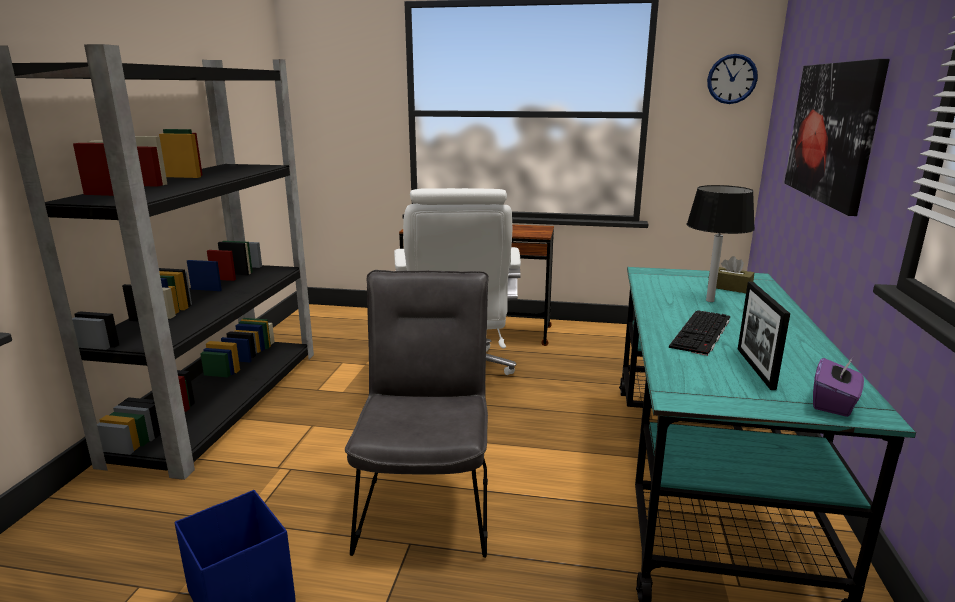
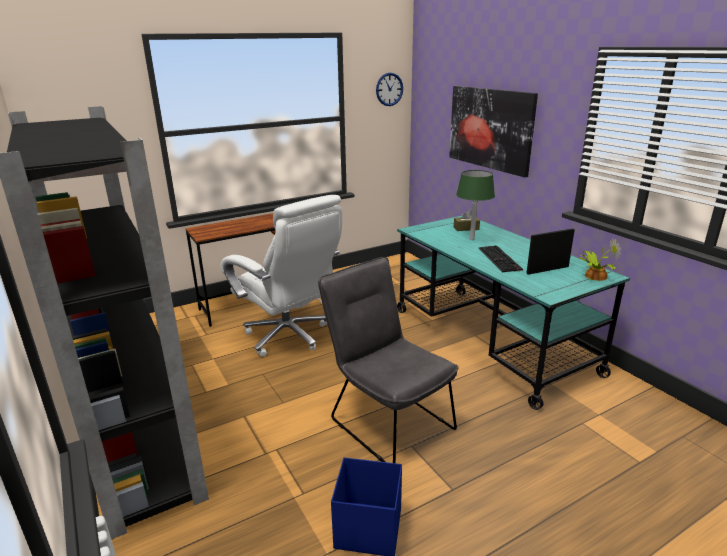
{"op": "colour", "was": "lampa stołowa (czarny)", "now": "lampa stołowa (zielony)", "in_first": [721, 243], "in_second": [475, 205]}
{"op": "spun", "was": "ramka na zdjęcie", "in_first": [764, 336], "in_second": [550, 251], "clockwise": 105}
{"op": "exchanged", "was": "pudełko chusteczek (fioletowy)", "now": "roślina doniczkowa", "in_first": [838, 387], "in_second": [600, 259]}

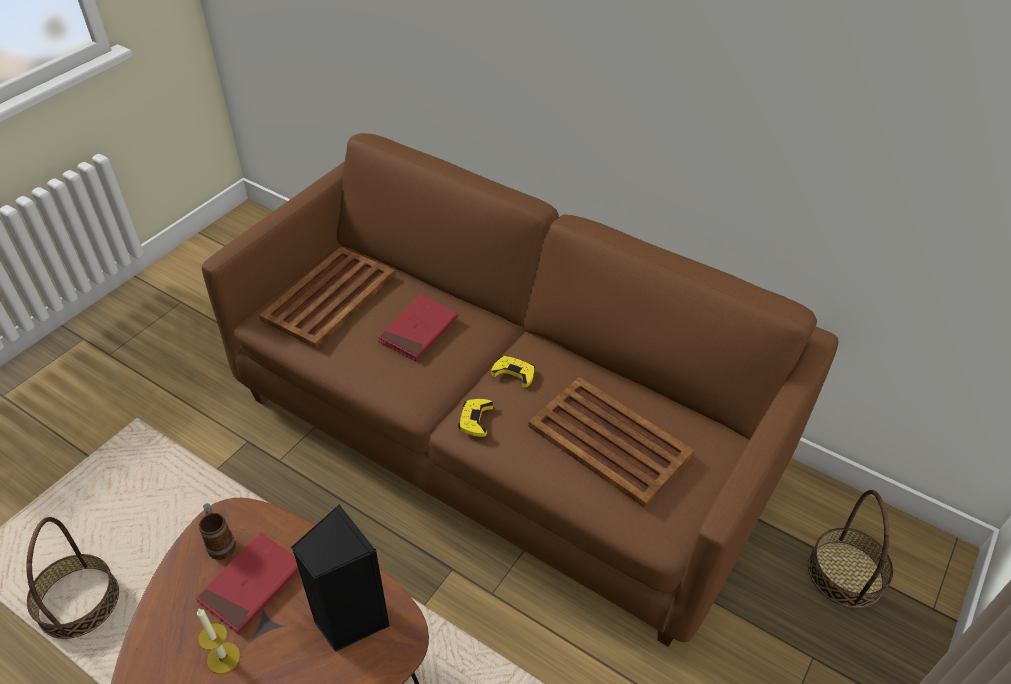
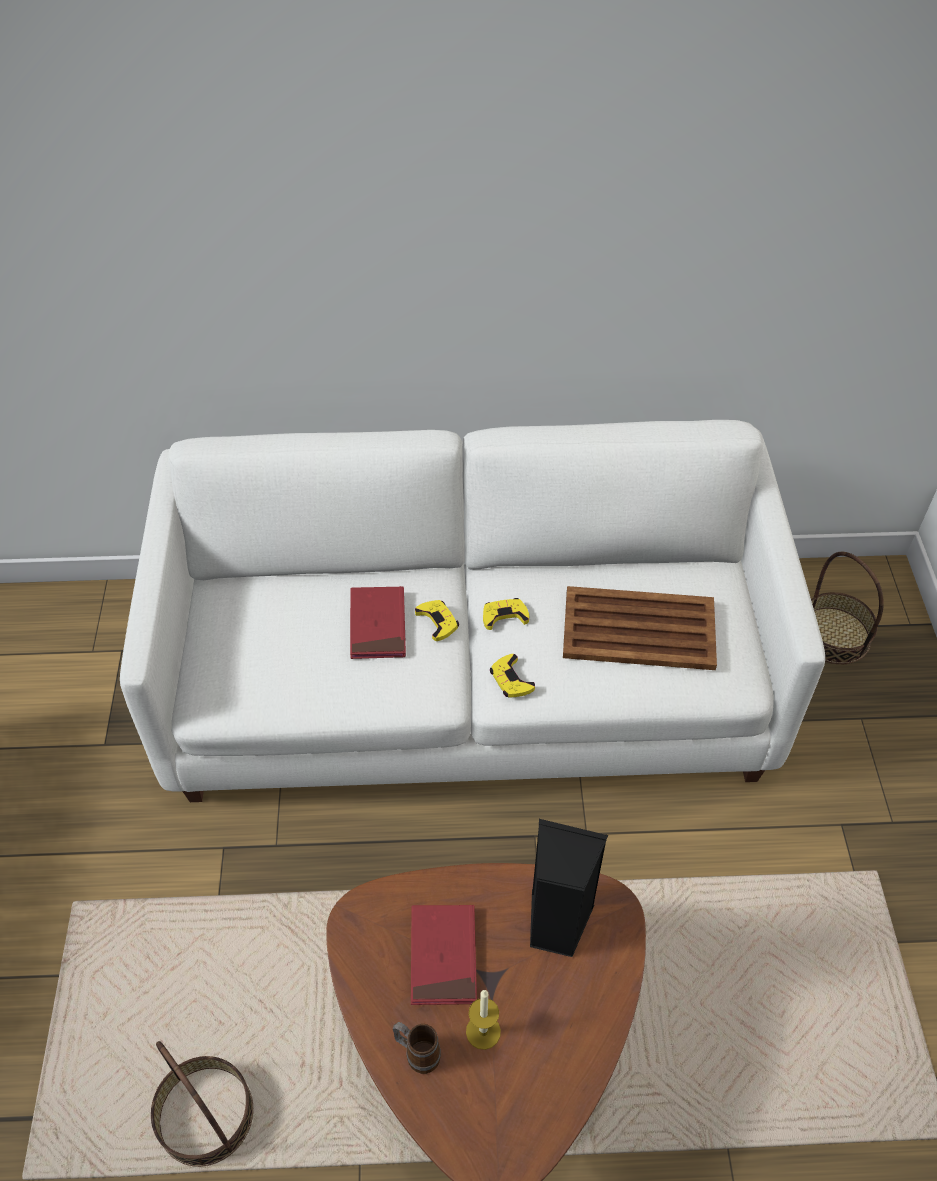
{"op": "relocated", "was": "kubek", "in_first": [217, 532], "in_second": [417, 1048]}
{"op": "colour", "was": "kanapa (brązowy)", "now": "kanapa (biały)", "in_first": [520, 390], "in_second": [472, 611]}
{"op": "missing", "was": "taca (brązowy)", "in_first": [327, 297]}
{"op": "appeared", "now": "pad do gier (żółty)", "in_second": [437, 620]}

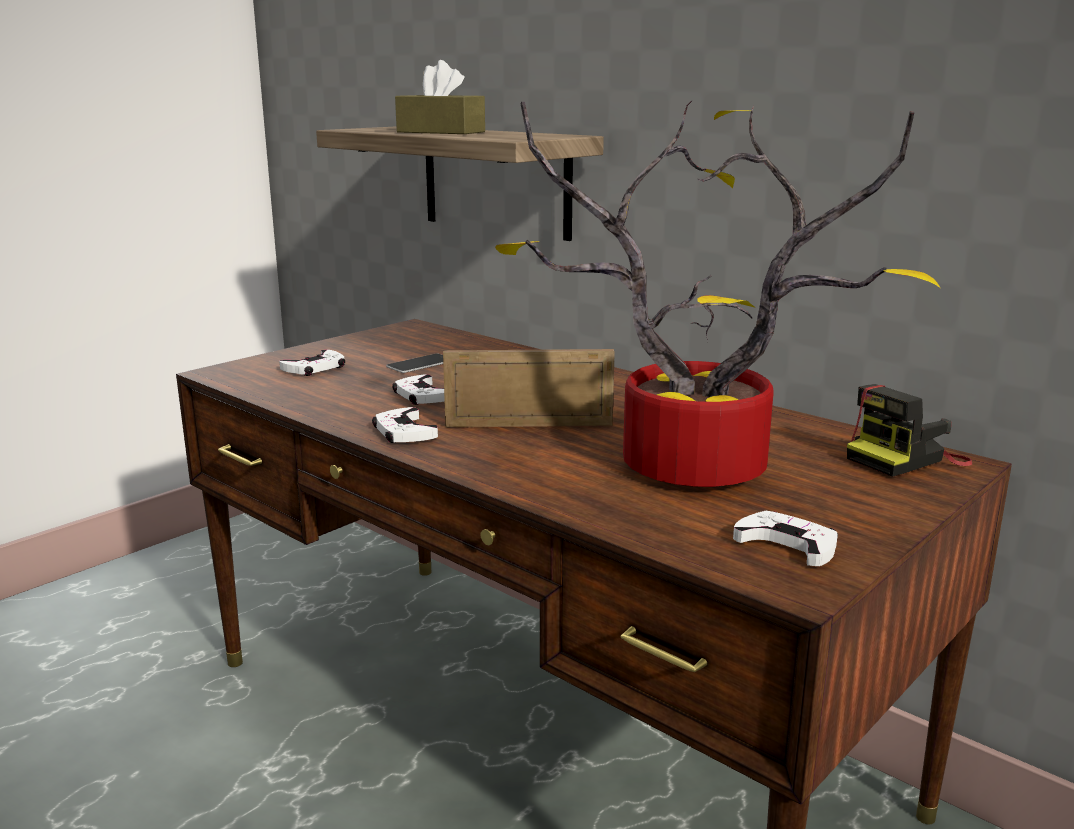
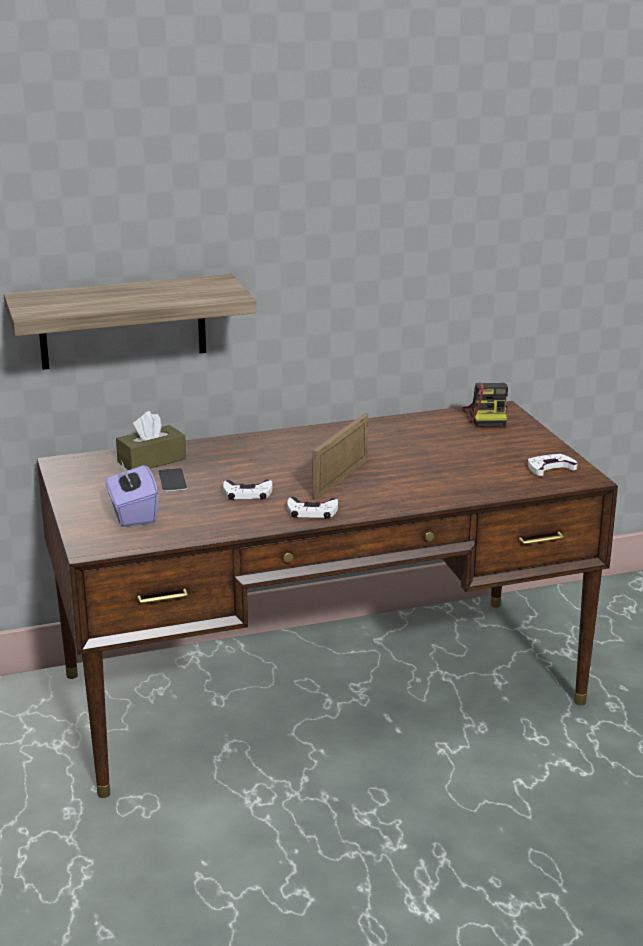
{"op": "exchanged", "was": "pad do gier (biały)", "now": "pudełko chusteczek (fioletowy)", "in_first": [312, 363], "in_second": [132, 493]}
{"op": "relocated", "was": "pudełko chusteczek (brązowy)", "in_first": [440, 97], "in_second": [151, 440]}
{"op": "missing", "was": "roślina doniczkowa", "in_first": [717, 294]}

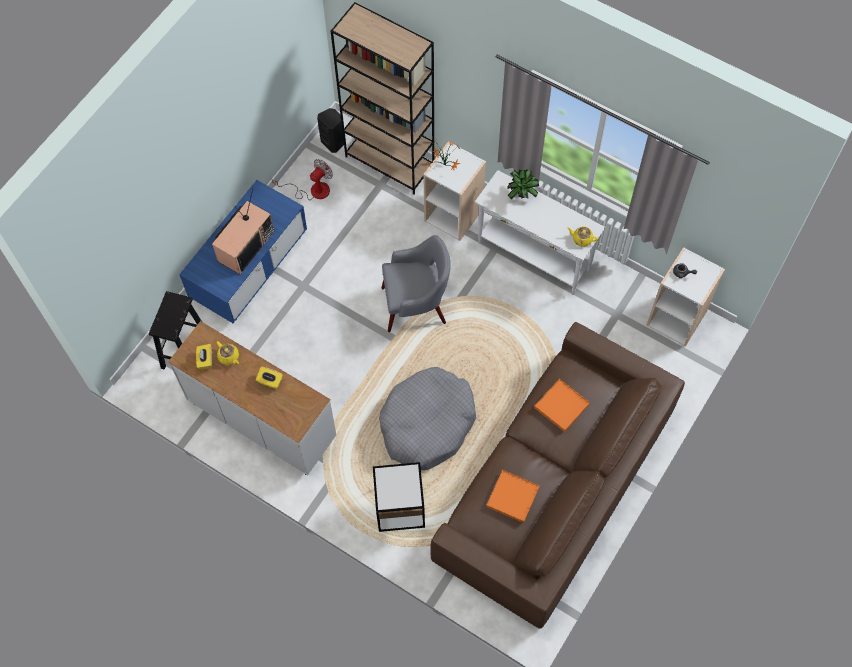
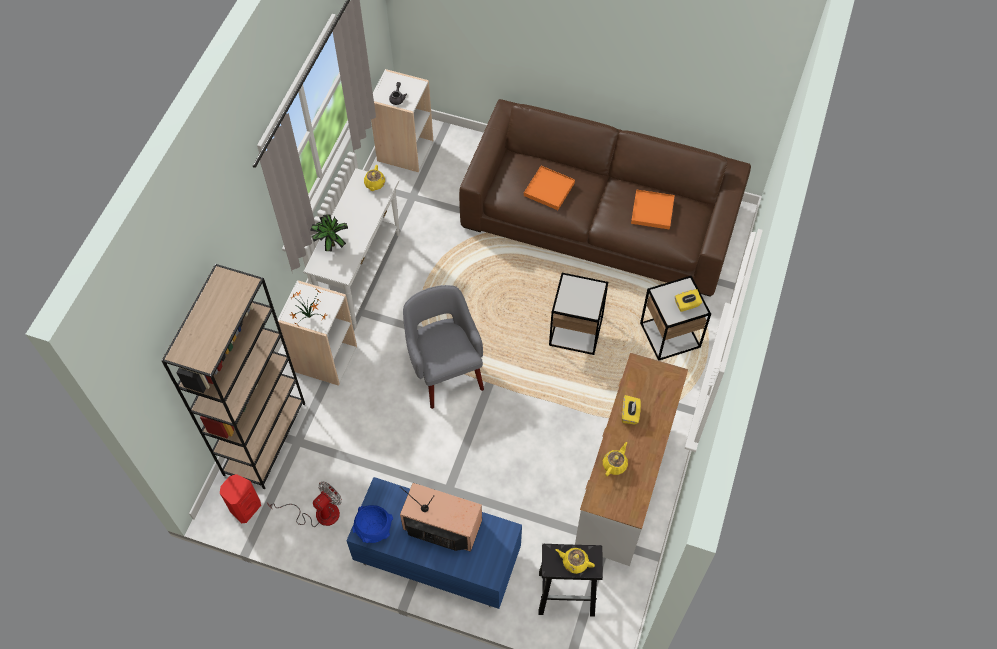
{"op": "relocated", "was": "pudełko chusteczek (żółty)", "in_first": [204, 356], "in_second": [688, 300]}
{"op": "spun", "was": "wentylator", "in_first": [302, 179], "in_second": [304, 504], "clockwise": 105}
{"op": "colour", "was": "głośnik (czarny)", "now": "głośnik (czerwony)", "in_first": [330, 130], "in_second": [240, 498]}
{"op": "exchanged", "was": "legowisko (szary)", "now": "stolik", "in_first": [427, 418], "in_second": [578, 314]}
{"op": "appeared", "now": "miska (niebieski)", "in_second": [372, 524]}
{"op": "appeared", "now": "imbryk (żółty)", "in_second": [575, 561]}

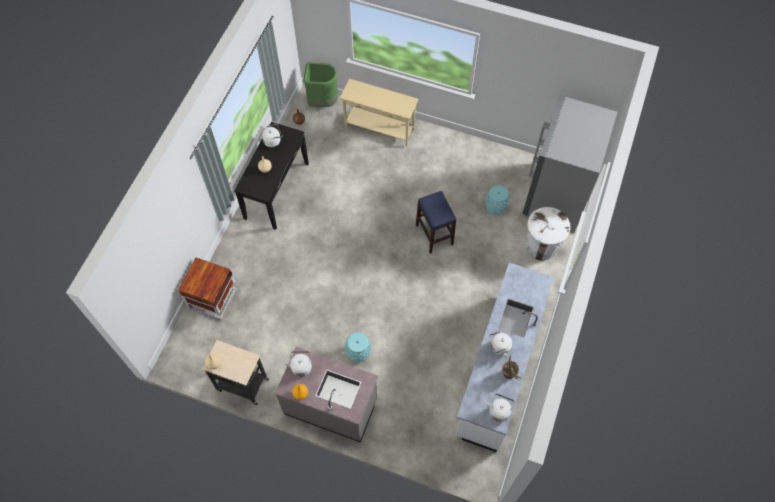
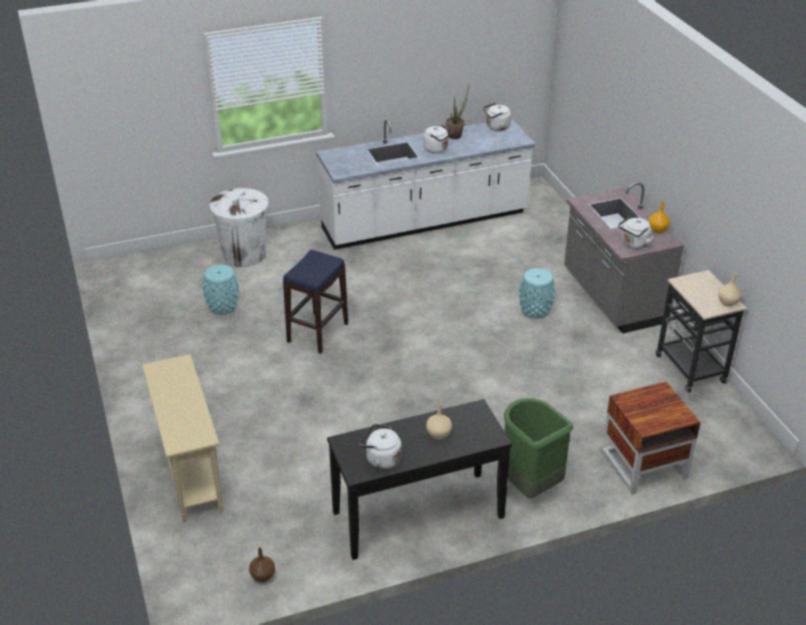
{"op": "relocated", "was": "kosz na śmieci (zielony)", "in_first": [320, 84], "in_second": [538, 448]}
{"op": "missing", "was": "lodówka (szary)", "in_first": [569, 164]}

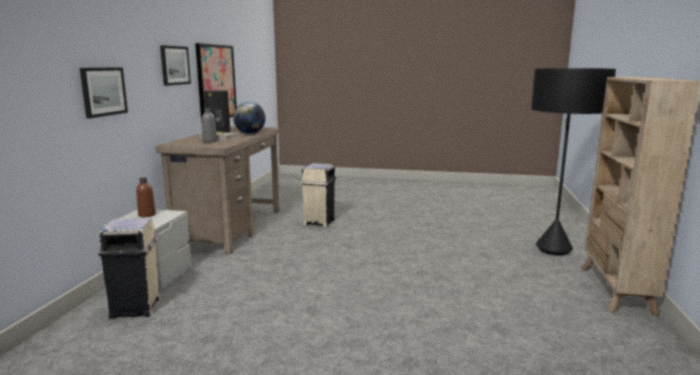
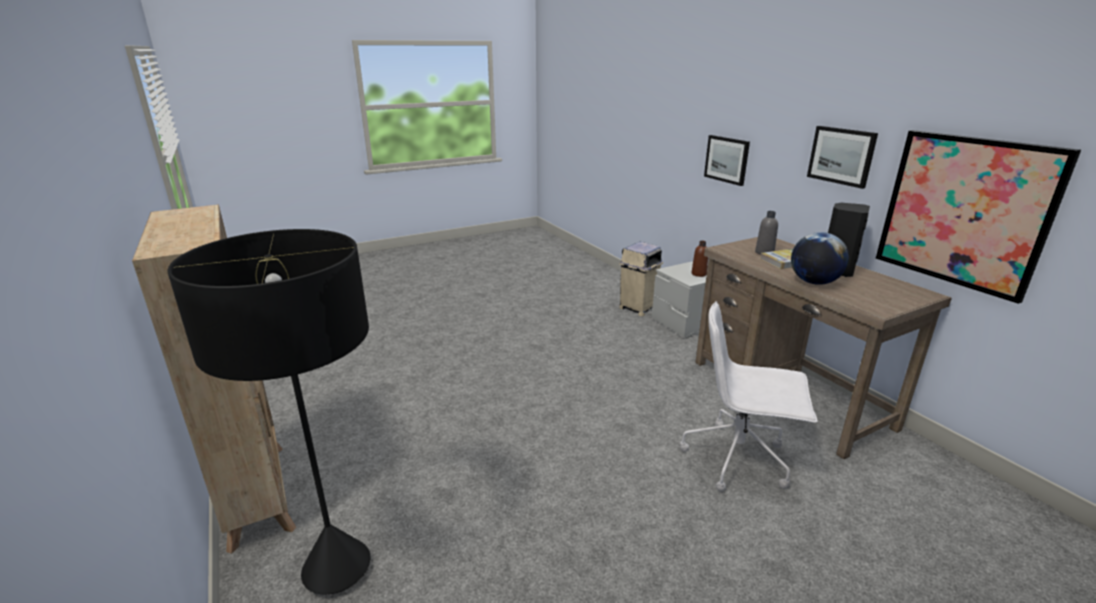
{"op": "exchanged", "was": "kosz na śmieci (beżowy)", "now": "krzesło biurowe (biały)", "in_first": [318, 195], "in_second": [749, 396]}

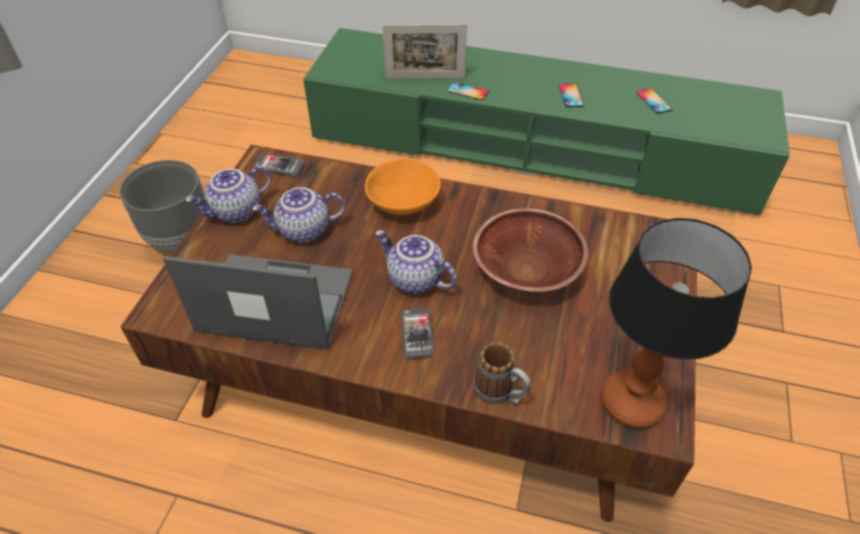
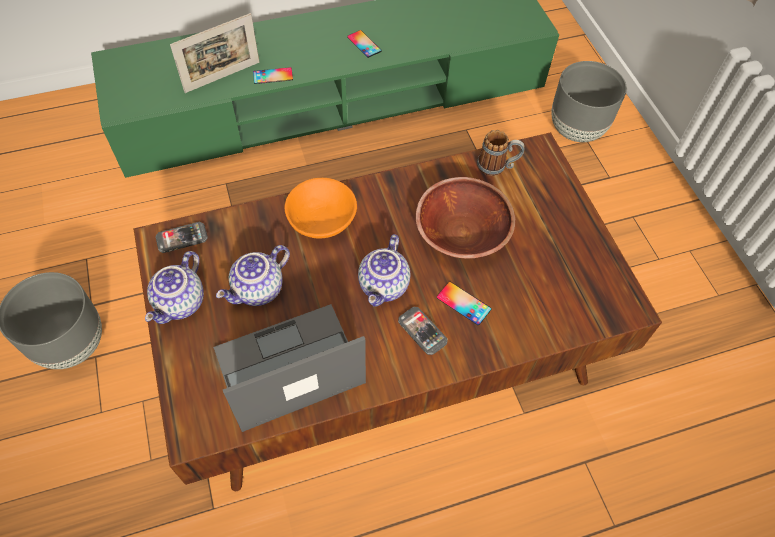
{"op": "spun", "was": "imbryk", "in_first": [416, 262], "in_second": [384, 270], "clockwise": -75}
{"op": "relocated", "was": "kubek", "in_first": [502, 373], "in_second": [501, 153]}
{"op": "missing", "was": "lampa stołowa", "in_first": [676, 323]}
{"op": "relocated", "was": "telefon", "in_first": [654, 101], "in_second": [464, 303]}
{"op": "appeared", "now": "donica (szary)", "in_second": [589, 101]}

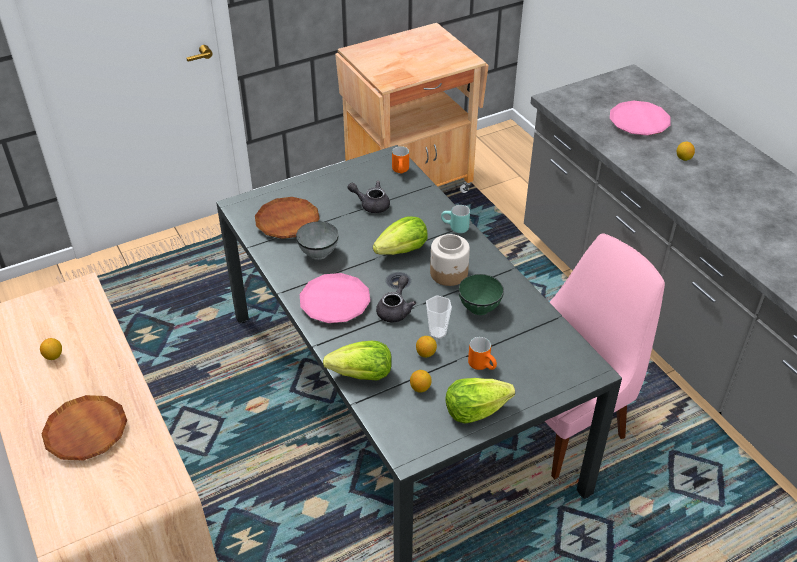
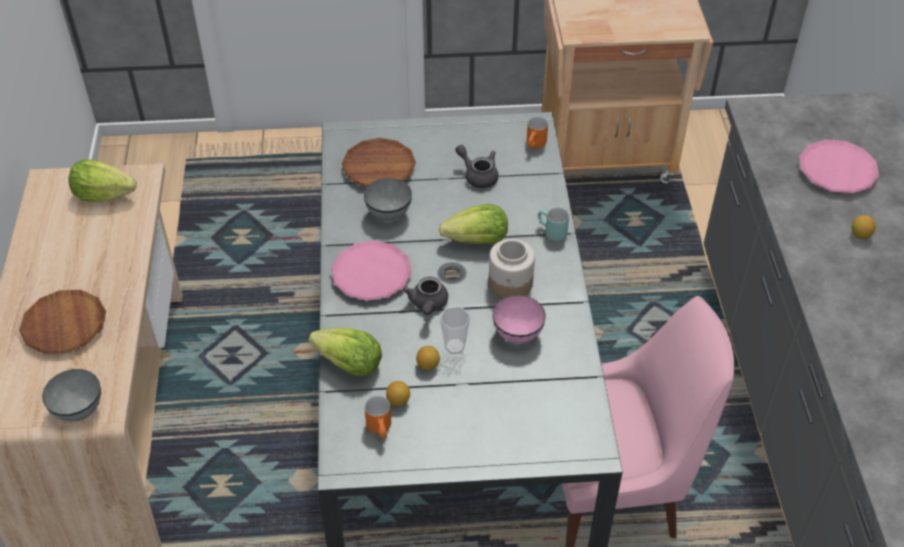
{"op": "missing", "was": "cytryna", "in_first": [51, 349]}
{"op": "spun", "was": "imbryk (szary)", "in_first": [396, 298], "in_second": [425, 296], "clockwise": 135}
{"op": "relocated", "was": "sałata", "in_first": [480, 401], "in_second": [102, 180]}
{"op": "colour", "was": "miska (zielony)", "now": "miska (różowy)", "in_first": [481, 294], "in_second": [519, 319]}
{"op": "relocated", "was": "kubek (pomarańczowy)", "in_first": [482, 353], "in_second": [378, 417]}
{"op": "appeared", "now": "miska (szary)", "in_second": [71, 395]}

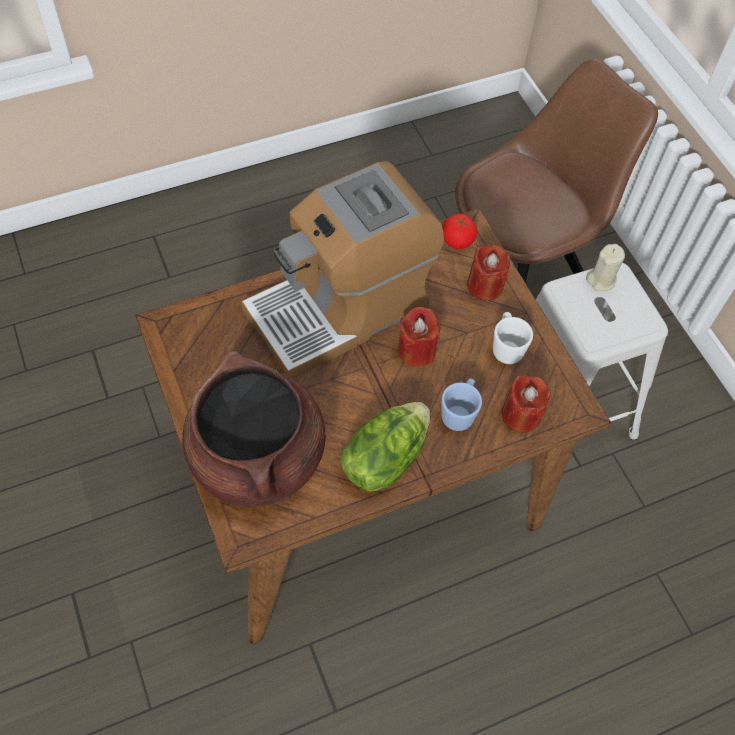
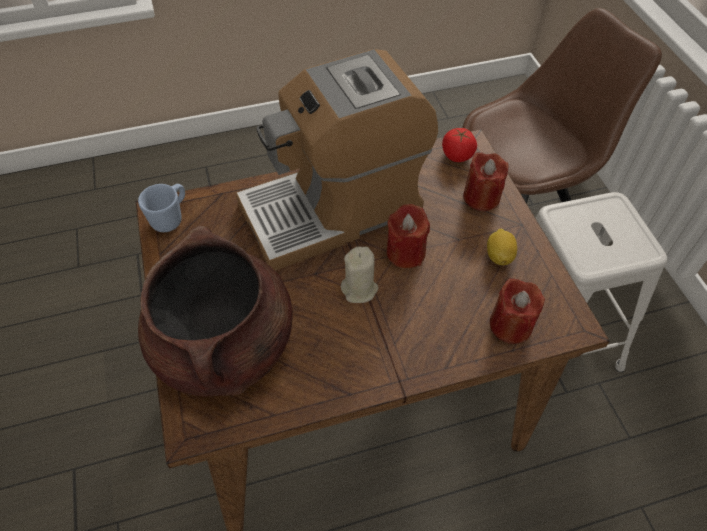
{"op": "missing", "was": "sałata", "in_first": [385, 447]}
{"op": "relocated", "was": "kubek (niebieski)", "in_first": [461, 404], "in_second": [161, 208]}
{"op": "exchanged", "was": "kubek (biały)", "now": "cytryna", "in_first": [513, 338], "in_second": [502, 247]}
{"op": "relocated", "was": "świeca (beżowy)", "in_first": [605, 267], "in_second": [359, 274]}

